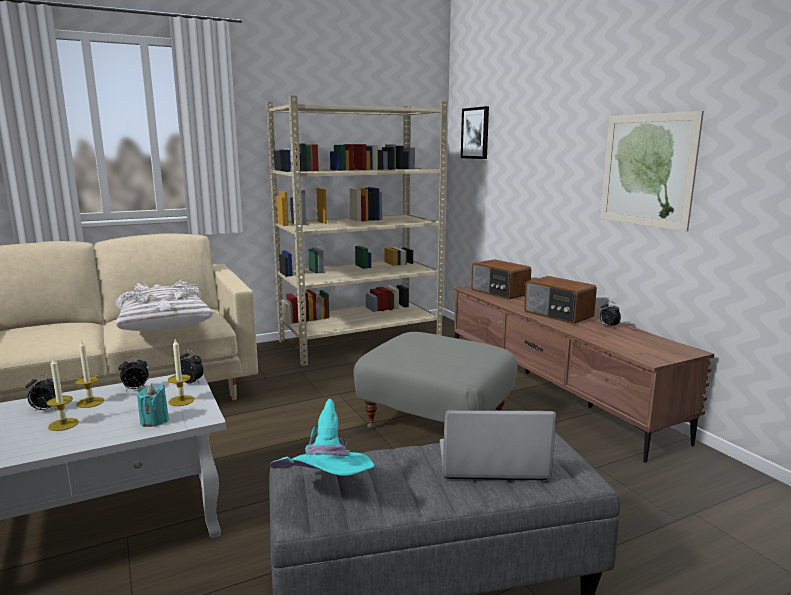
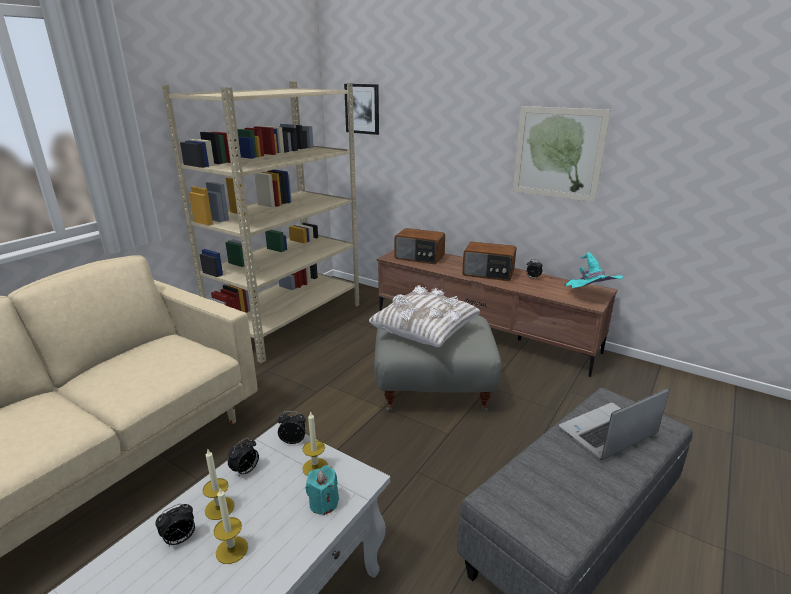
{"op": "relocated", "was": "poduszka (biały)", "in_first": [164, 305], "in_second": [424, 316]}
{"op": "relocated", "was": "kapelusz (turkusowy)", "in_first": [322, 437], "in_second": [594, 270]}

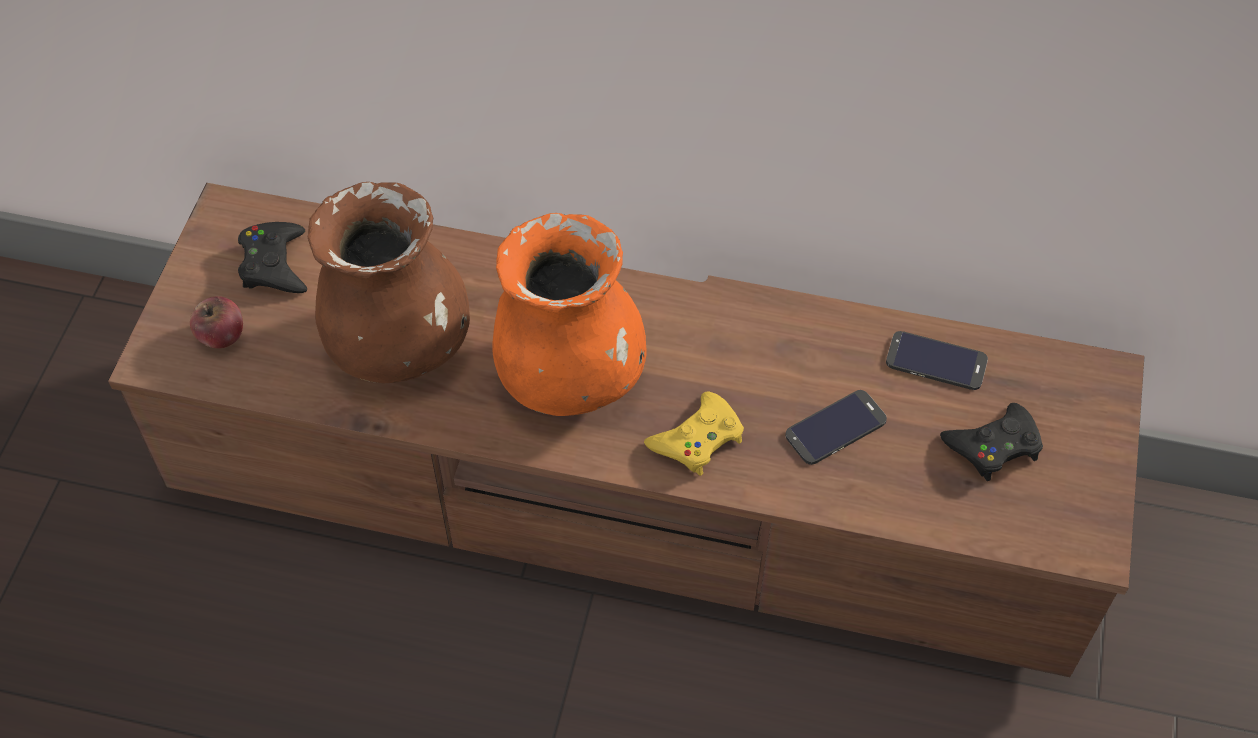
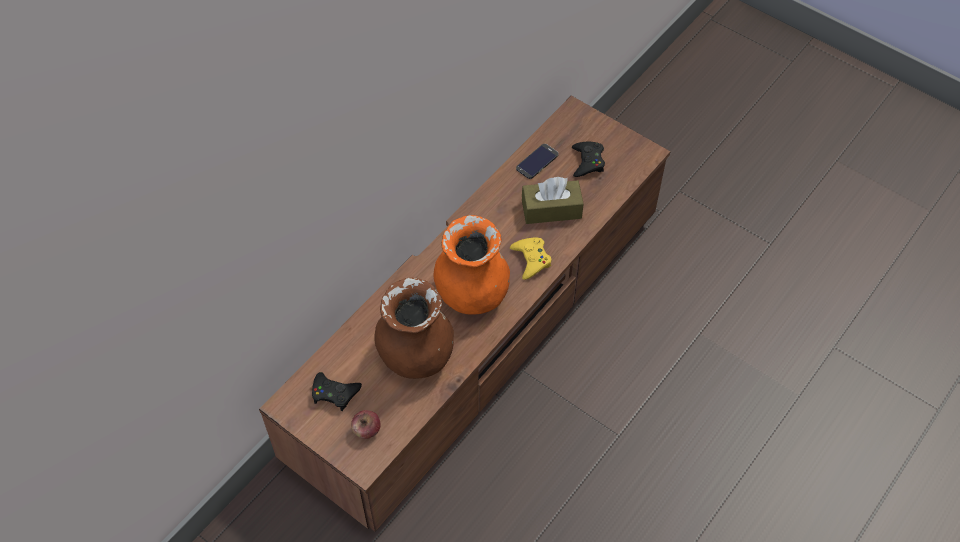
{"op": "exchanged", "was": "telefon", "now": "pudełko chusteczek (brązowy)", "in_first": [836, 427], "in_second": [553, 200]}

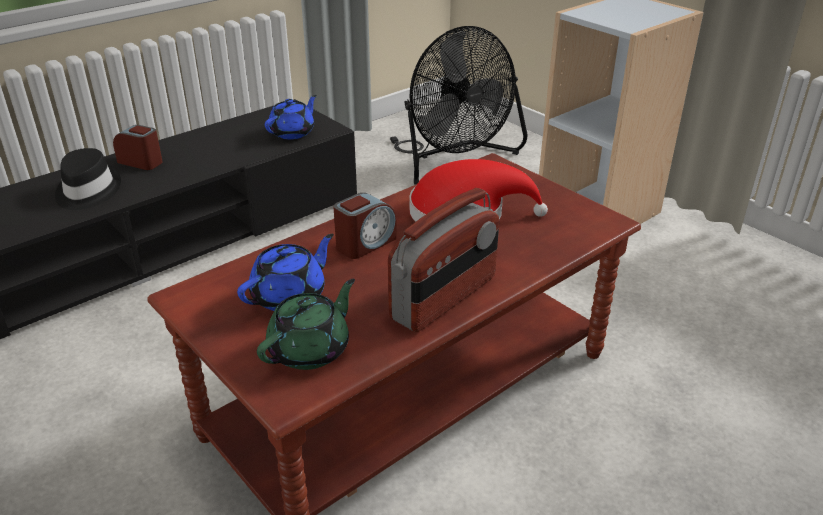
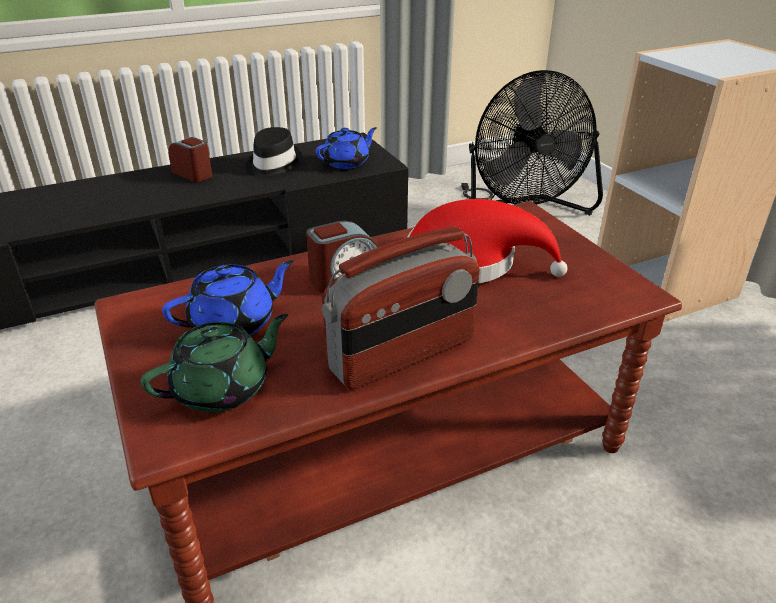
{"op": "relocated", "was": "kapelusz (czarny)", "in_first": [88, 179], "in_second": [274, 153]}

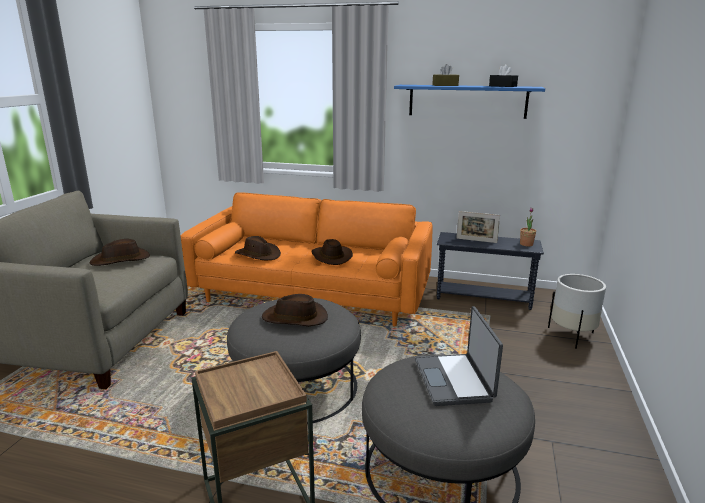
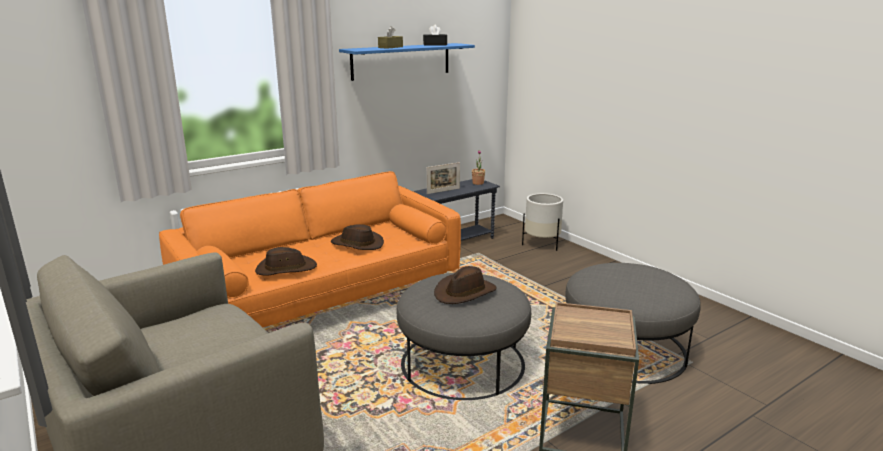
{"op": "missing", "was": "kapelusz (brązowy)", "in_first": [120, 252]}
{"op": "missing", "was": "laptop", "in_first": [459, 356]}

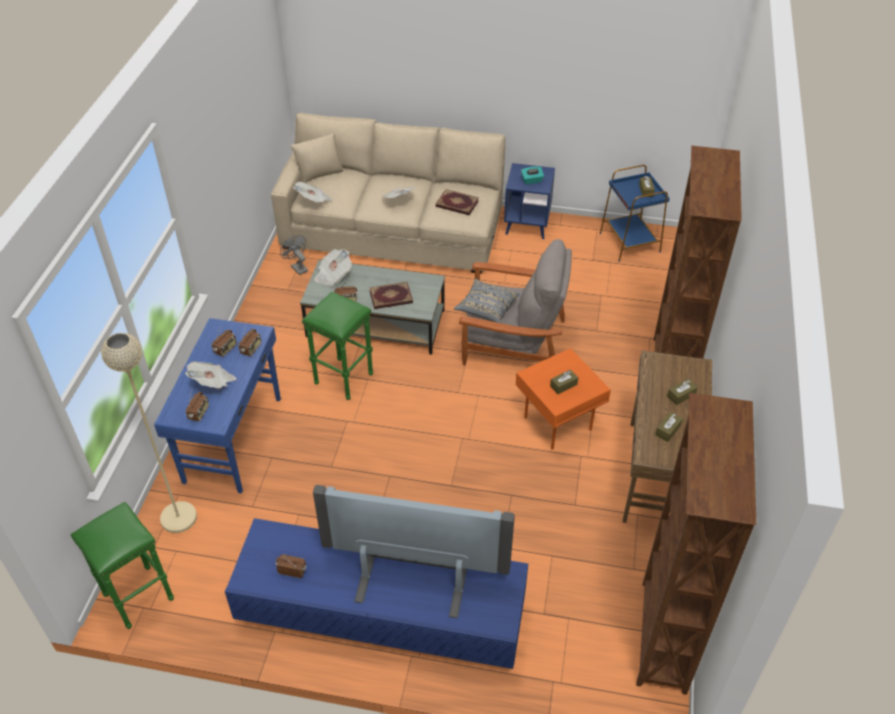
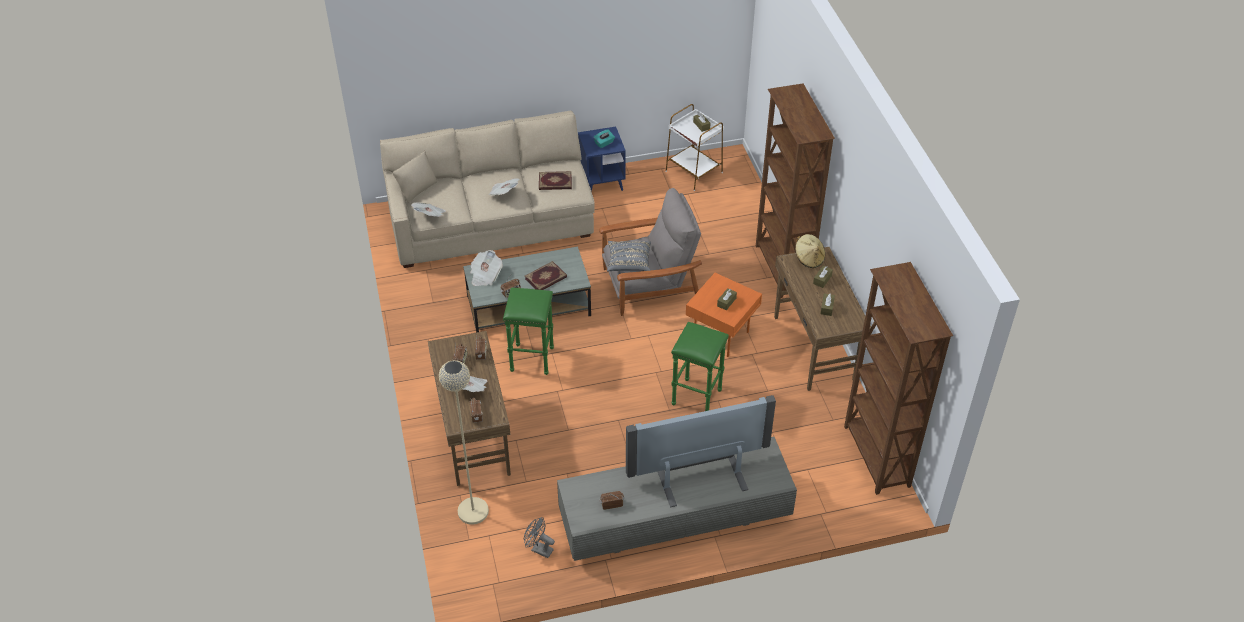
{"op": "relocated", "was": "stołek (zielony)", "in_first": [122, 565], "in_second": [700, 366]}
{"op": "colour", "was": "stolik konsolowy (niebieski)", "now": "stolik konsolowy (brązowy)", "in_first": [217, 405], "in_second": [469, 408]}
{"op": "colour", "was": "szafka pod telewizor (niebieski)", "now": "szafka pod telewizor (szary)", "in_first": [376, 593], "in_second": [677, 499]}
{"op": "relocated", "was": "wentylator (szary)", "in_first": [294, 255], "in_second": [539, 537]}
{"op": "colour", "was": "stolik (niebieski)", "now": "stolik (biały)", "in_first": [635, 213], "in_second": [695, 147]}
{"op": "appeared", "now": "kapelusz (beżowy)", "in_second": [810, 251]}

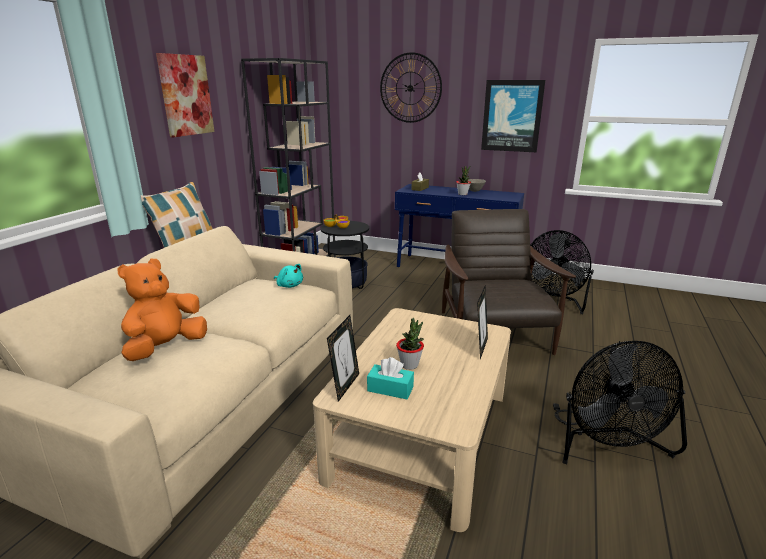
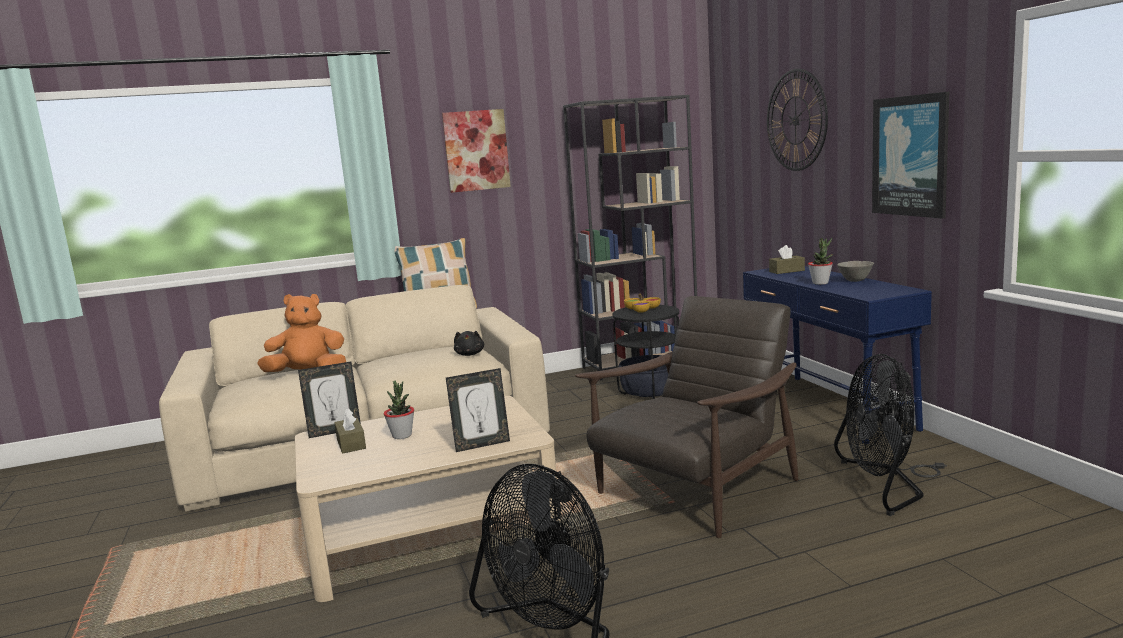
{"op": "colour", "was": "pluszak (turkusowy)", "now": "pluszak (czarny)", "in_first": [288, 276], "in_second": [469, 343]}
{"op": "colour", "was": "pudełko chusteczek (turkusowy)", "now": "pudełko chusteczek (brązowy)", "in_first": [390, 378], "in_second": [350, 431]}

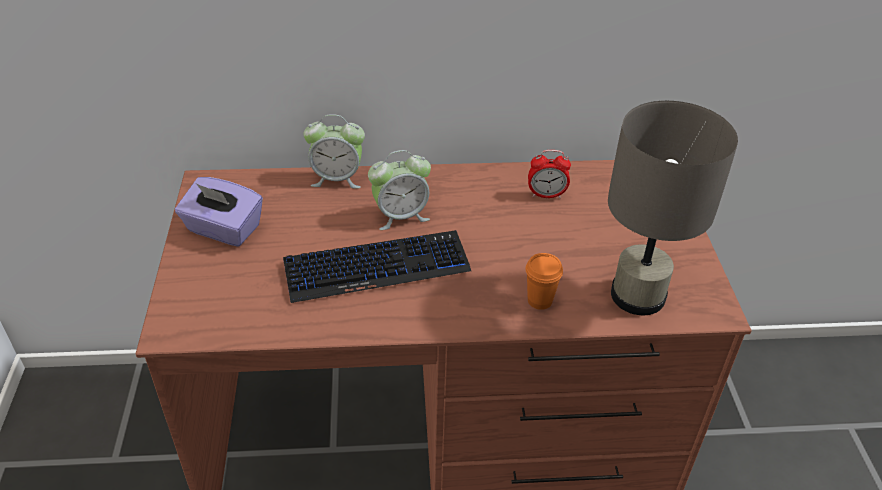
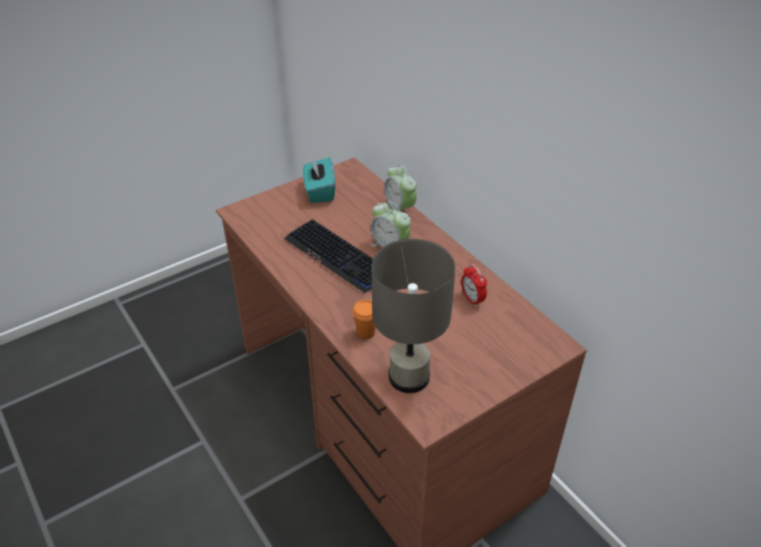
{"op": "colour", "was": "pudełko chusteczek (fioletowy)", "now": "pudełko chusteczek (turkusowy)", "in_first": [219, 212], "in_second": [319, 180]}

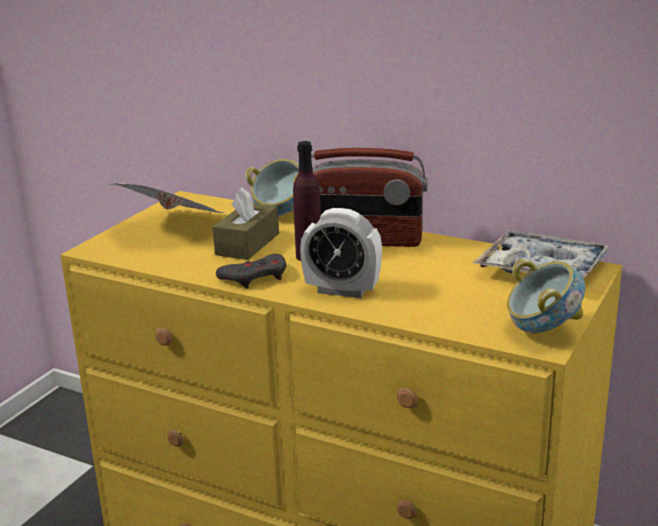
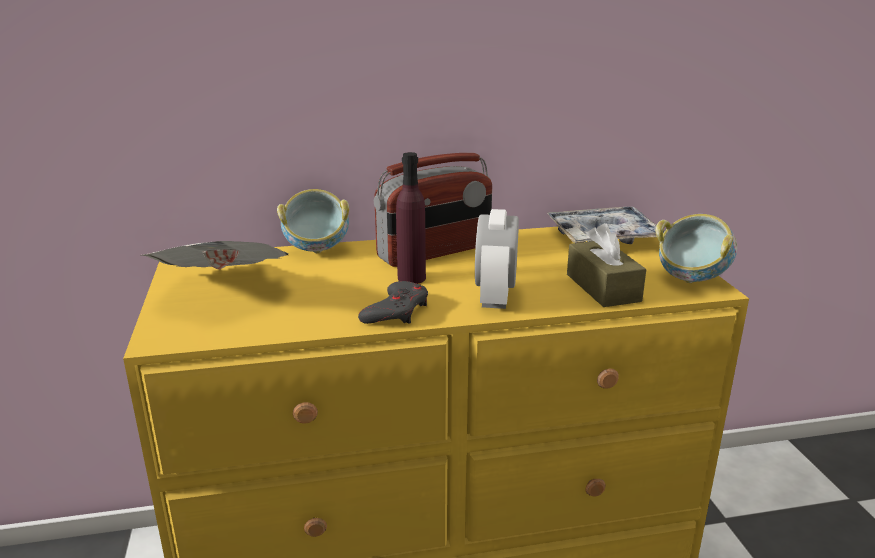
{"op": "relocated", "was": "pudełko chusteczek (brązowy)", "in_first": [246, 223], "in_second": [606, 265]}
{"op": "spun", "was": "budzik", "in_first": [341, 253], "in_second": [497, 259], "clockwise": 120}

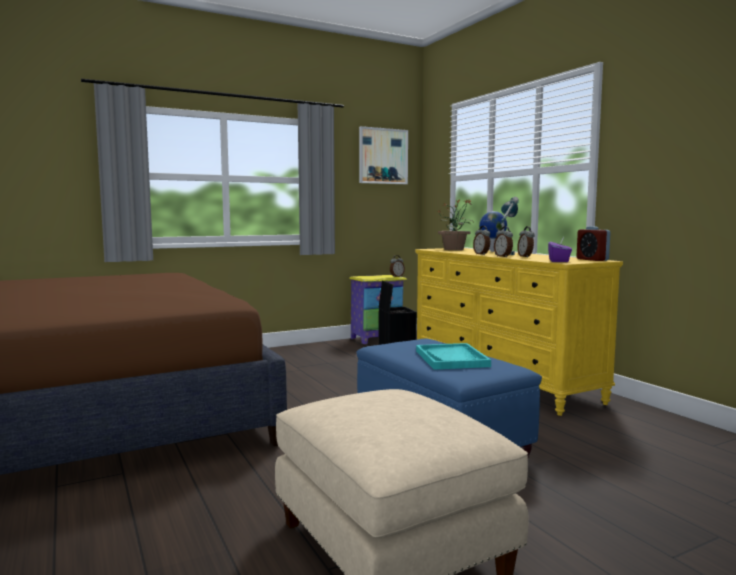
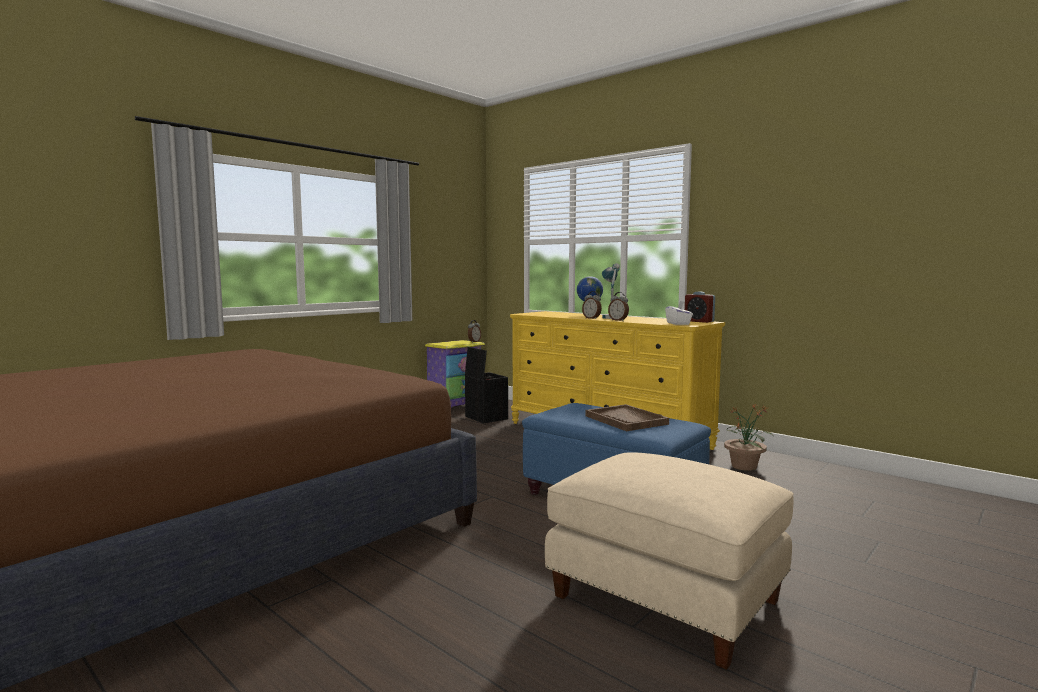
{"op": "missing", "was": "obraz", "in_first": [383, 155]}
{"op": "colour", "was": "taca (turkusowy)", "now": "taca (brązowy)", "in_first": [453, 356], "in_second": [627, 417]}
{"op": "relocated", "was": "roślina doniczkowa", "in_first": [455, 225], "in_second": [748, 437]}
{"op": "missing", "was": "budzik", "in_first": [526, 242]}
{"op": "colour", "was": "pudełko chusteczek (fioletowy)", "now": "pudełko chusteczek (biały)", "in_first": [560, 249], "in_second": [679, 313]}

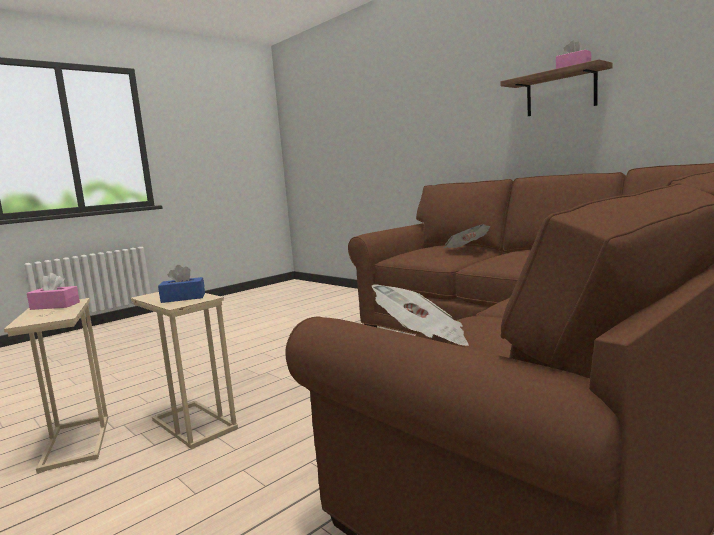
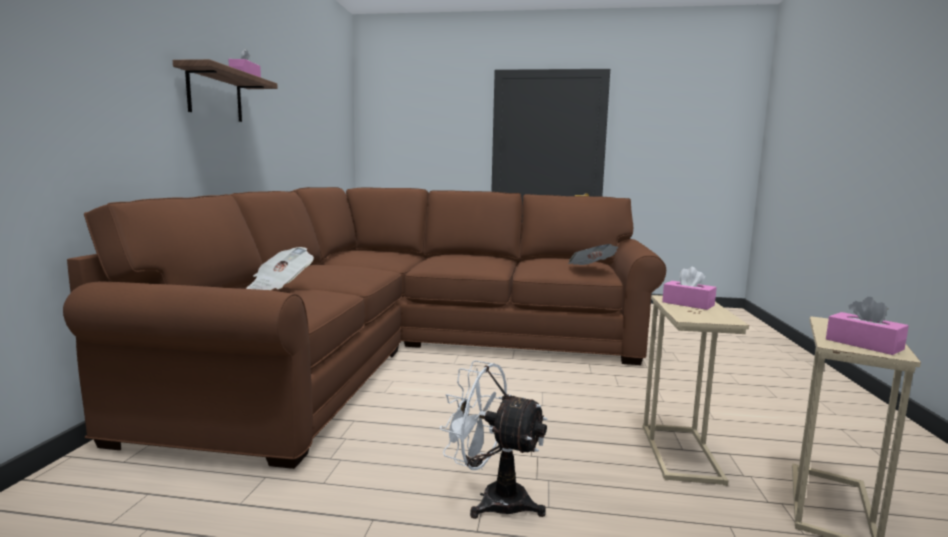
{"op": "colour", "was": "pudełko chusteczek (niebieski)", "now": "pudełko chusteczek (różowy)", "in_first": [181, 284], "in_second": [689, 288]}
{"op": "appeared", "now": "wentylator (biały)", "in_second": [493, 439]}

